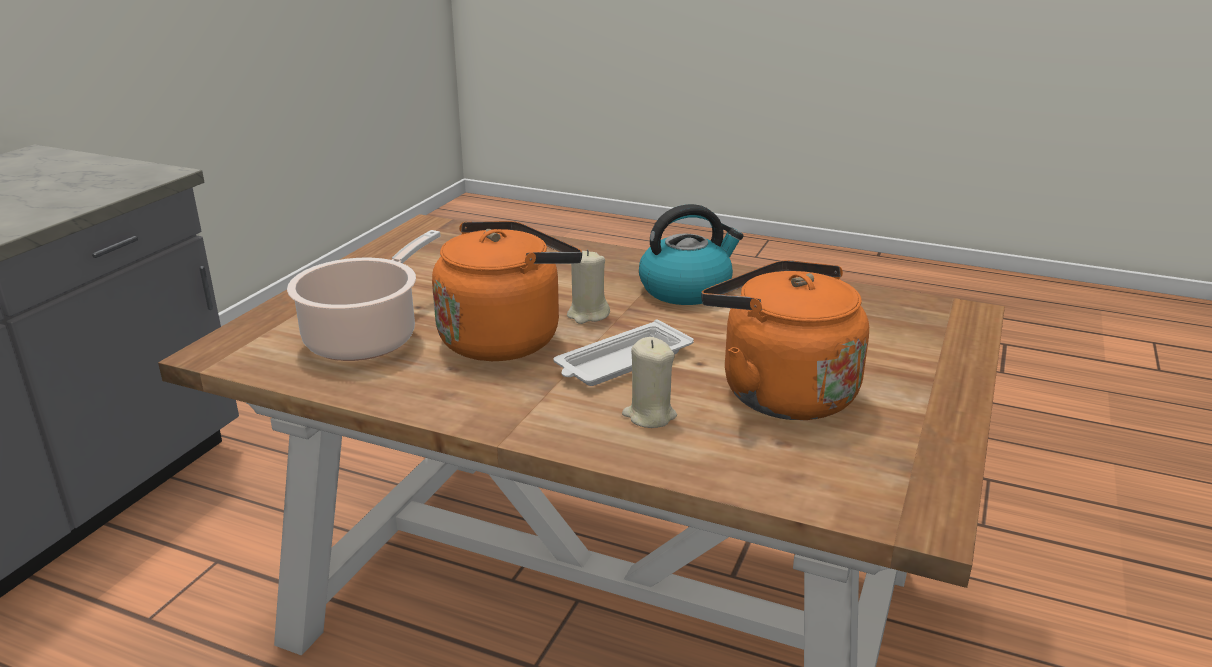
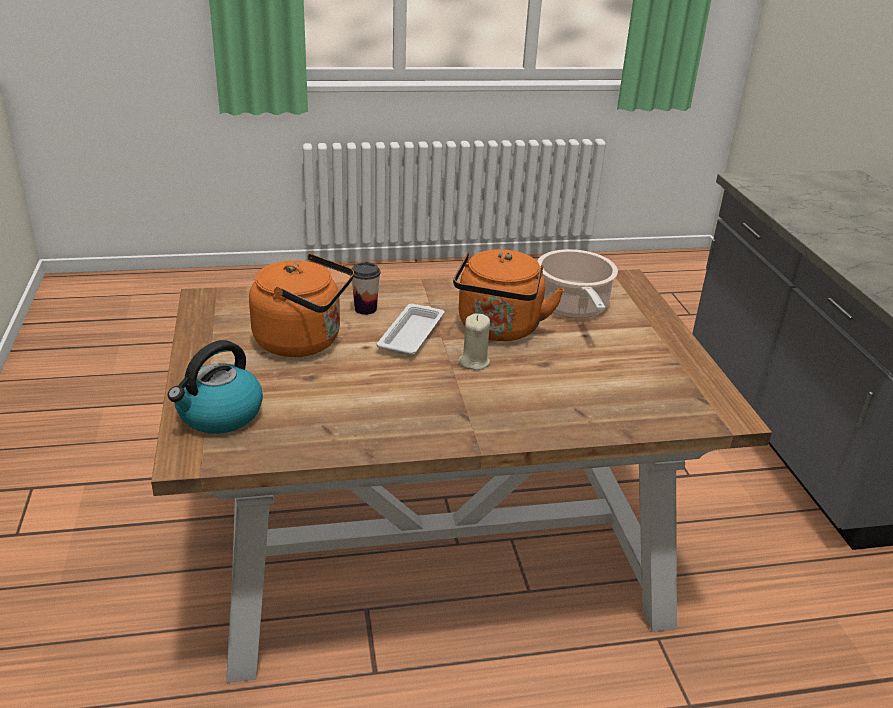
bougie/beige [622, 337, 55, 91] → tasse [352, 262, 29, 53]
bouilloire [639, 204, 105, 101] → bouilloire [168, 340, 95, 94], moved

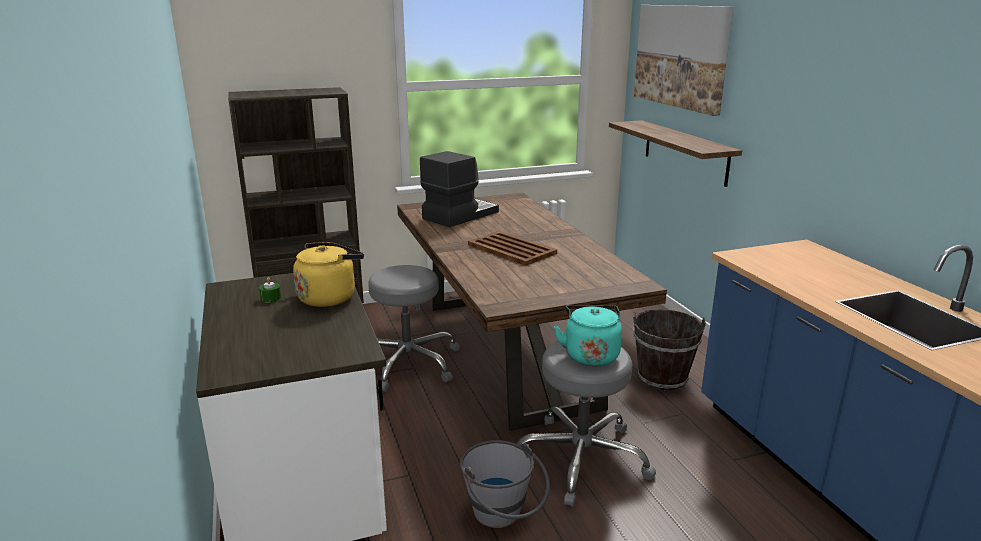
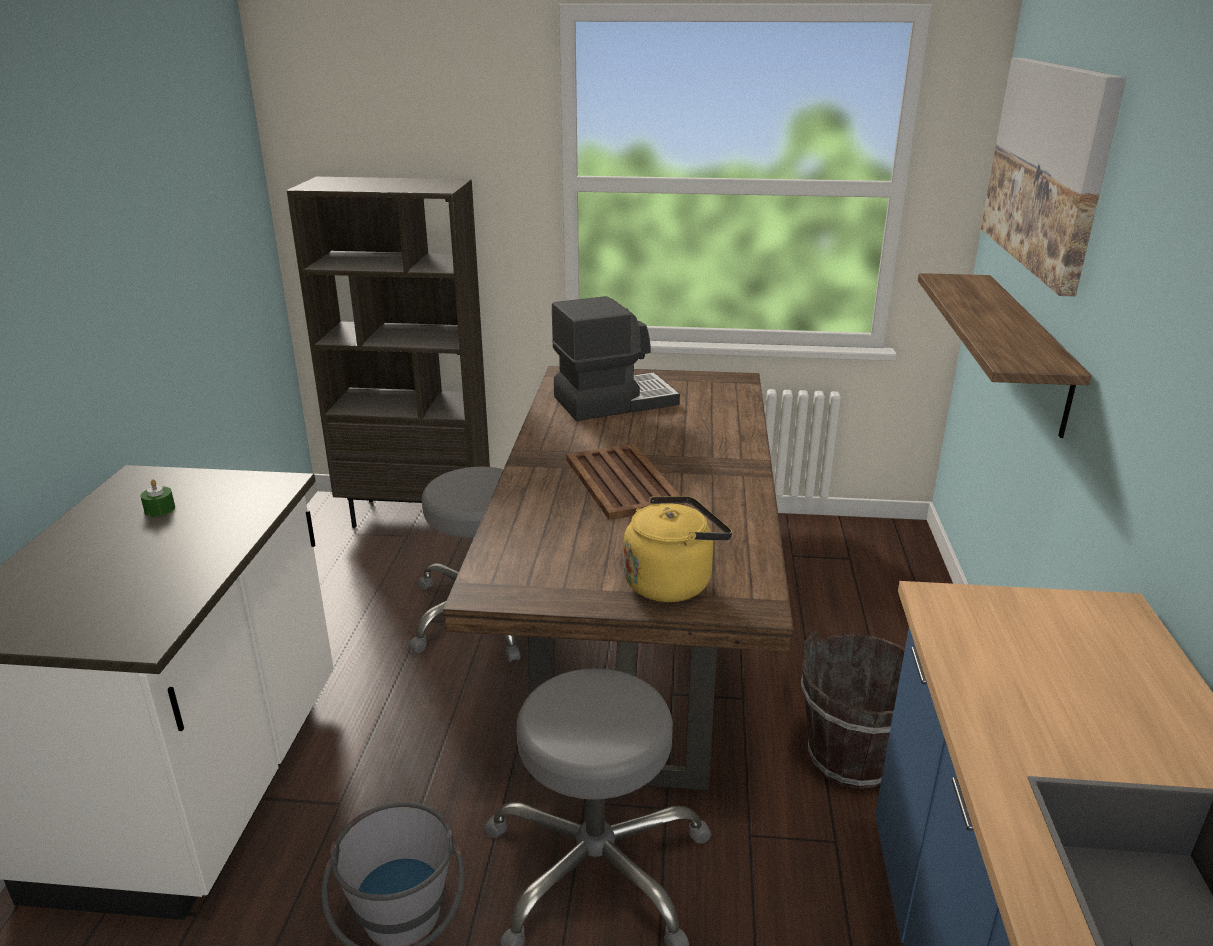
bouilloire/jaune [293, 242, 71, 65] → bouilloire/jaune [623, 496, 109, 106], moved
bouilloire/turquoise [554, 305, 68, 61] → -

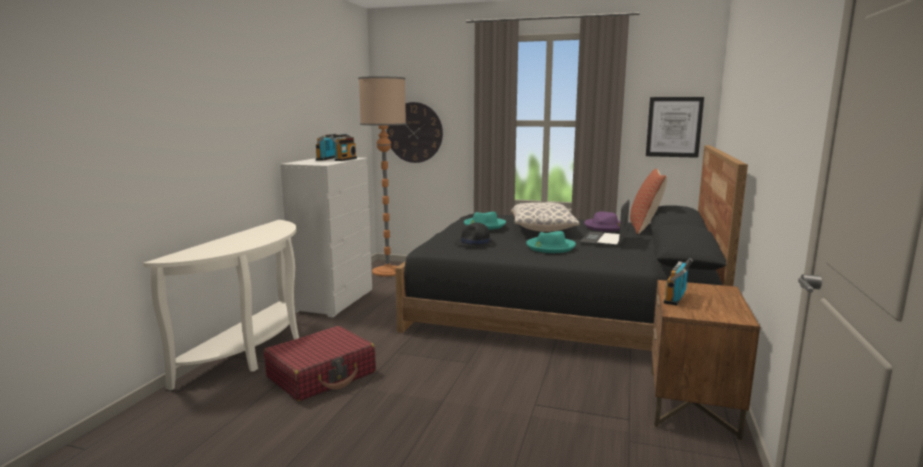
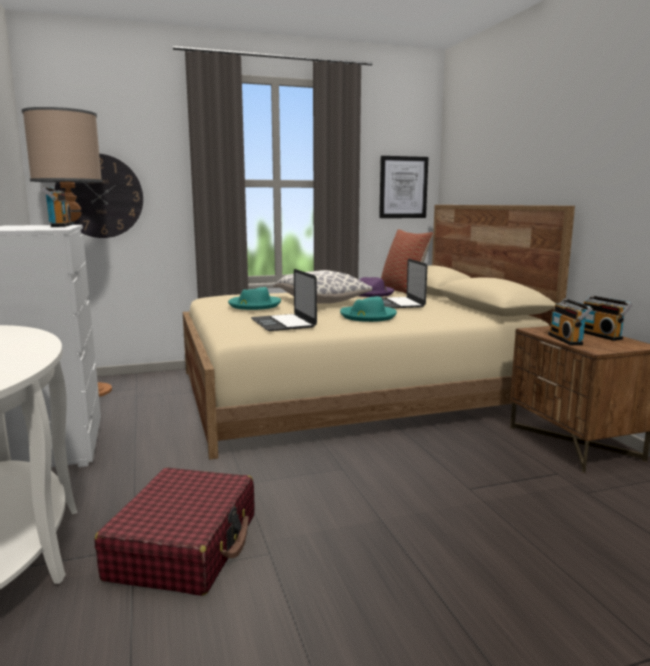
radio [316, 134, 21, 27] → radio [581, 295, 51, 46], moved
lit/noir [395, 145, 353, 206] → lit/beige [183, 205, 392, 255]
chapeau/noir [455, 222, 41, 24] → ordinateur portable [251, 269, 66, 62]

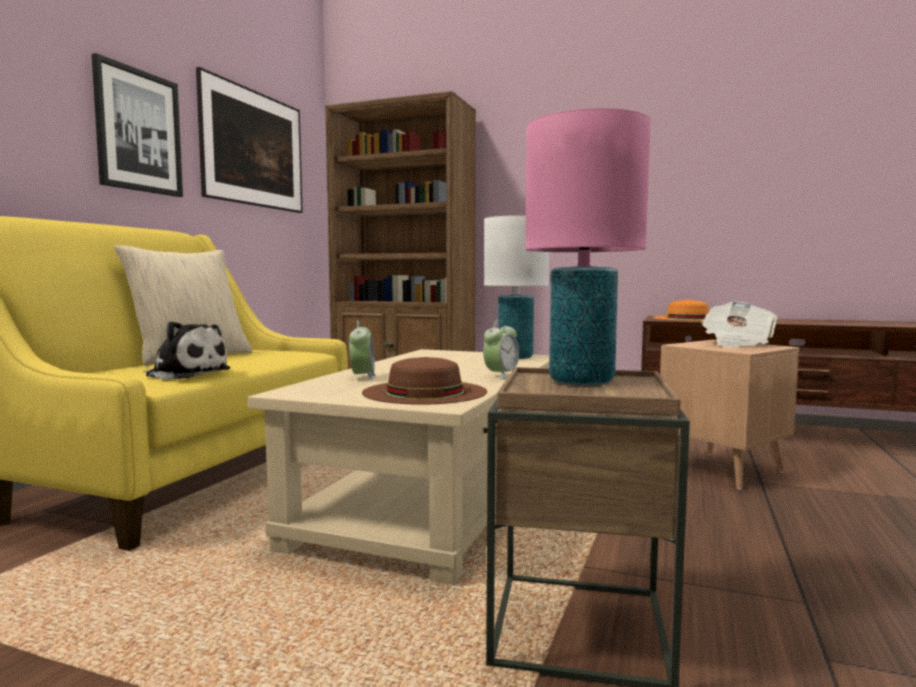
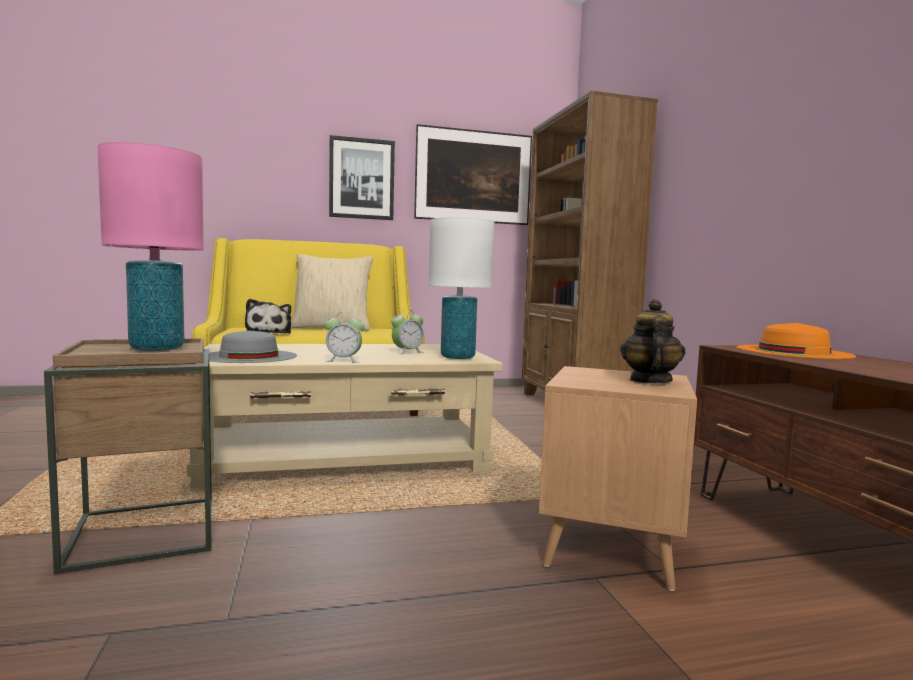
réveil [349, 321, 26, 60] → réveil [391, 309, 33, 45], moved
chapeau/marron [362, 357, 125, 48] → chapeau/gris [209, 331, 88, 32]
journal [701, 301, 77, 47] → théière [620, 299, 65, 84]

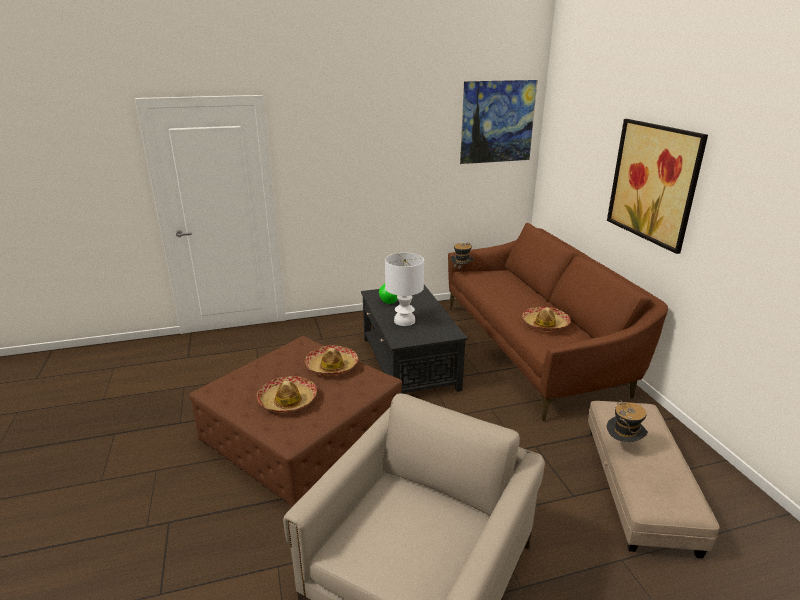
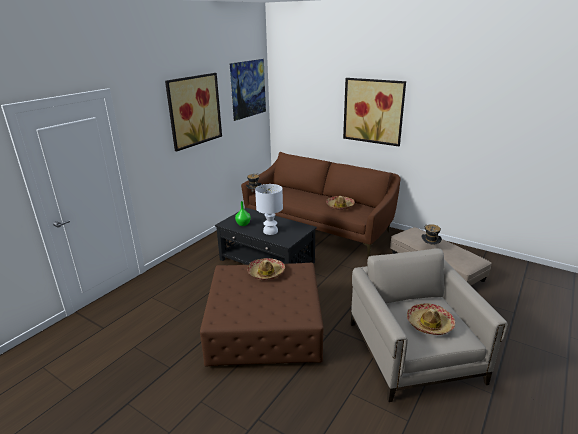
chapeau [257, 376, 60, 37] → chapeau [407, 303, 48, 32], moved
- → tableau [165, 73, 57, 78]

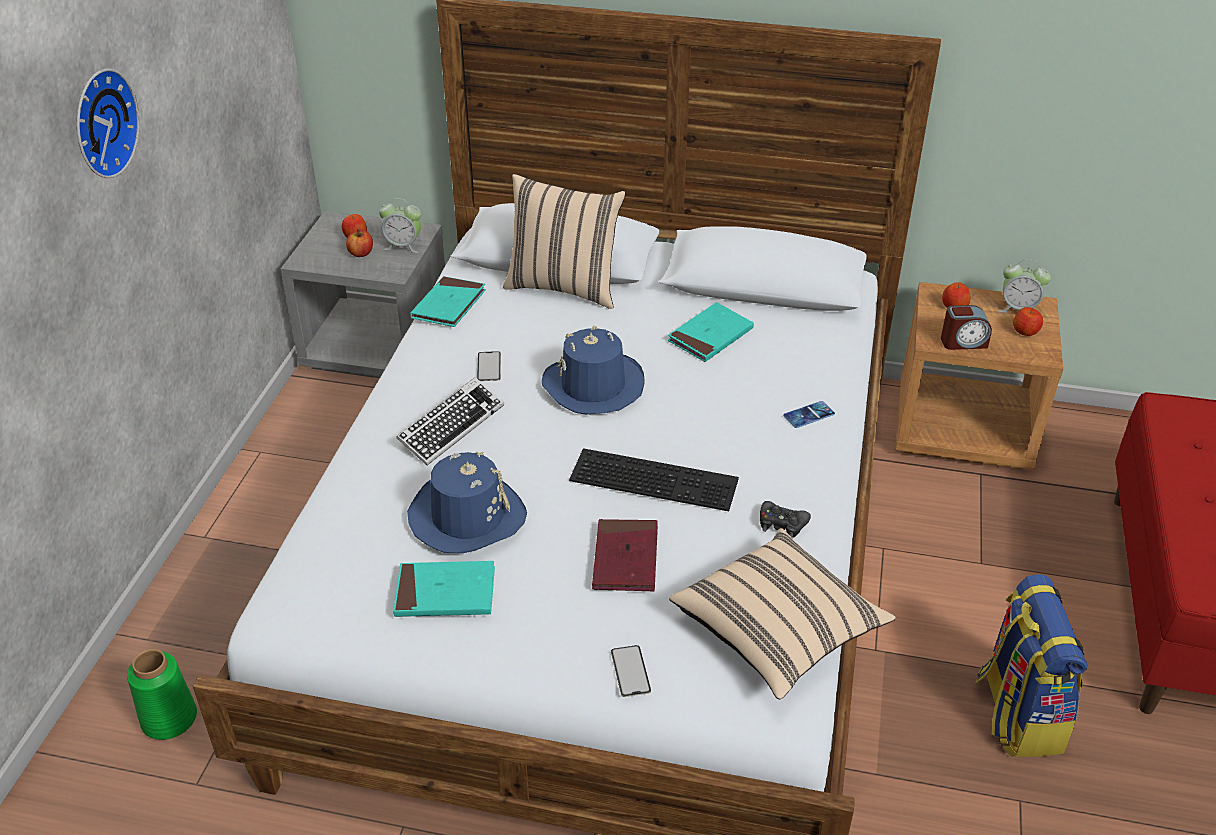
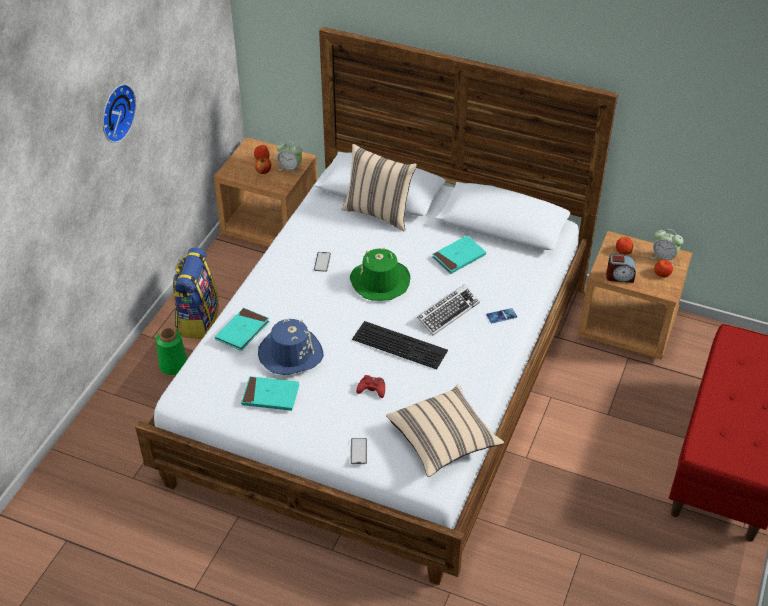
vase/vert [127, 649, 70, 91] → vase/vert [156, 328, 31, 47], moved
table de chevet/gris [280, 211, 165, 167] → table de chevet/marron [214, 137, 104, 110]
clavier [396, 377, 108, 88] → clavier [417, 284, 63, 51], moved
livre/turquoise [410, 276, 76, 51] → livre/turquoise [215, 308, 55, 43], moved
chapeau/bleu [542, 325, 102, 90] → chapeau/vert [350, 247, 60, 54]
livre/rouge [592, 519, 66, 72] → manette/rouge [356, 375, 29, 23]
manette/noir [760, 501, 51, 37] → -
sac à dos [975, 574, 112, 183] → sac à dos [172, 248, 47, 91], moved

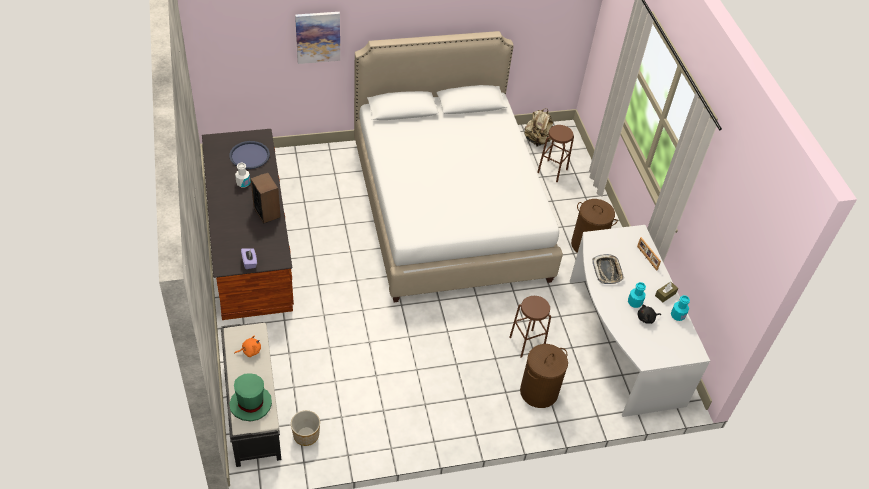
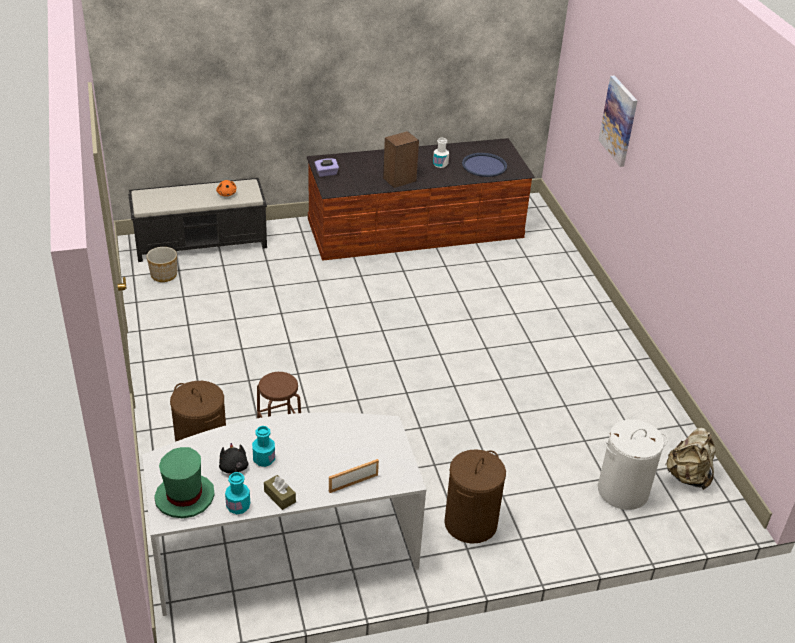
chapeau/vert [229, 373, 43, 48] → chapeau/vert [154, 447, 61, 71], moved
lit/blanc [354, 31, 209, 271] → -
tabouret/marron [537, 125, 37, 57] → panier à linge/blanc [598, 419, 70, 91]
plateau [592, 254, 32, 30] → -

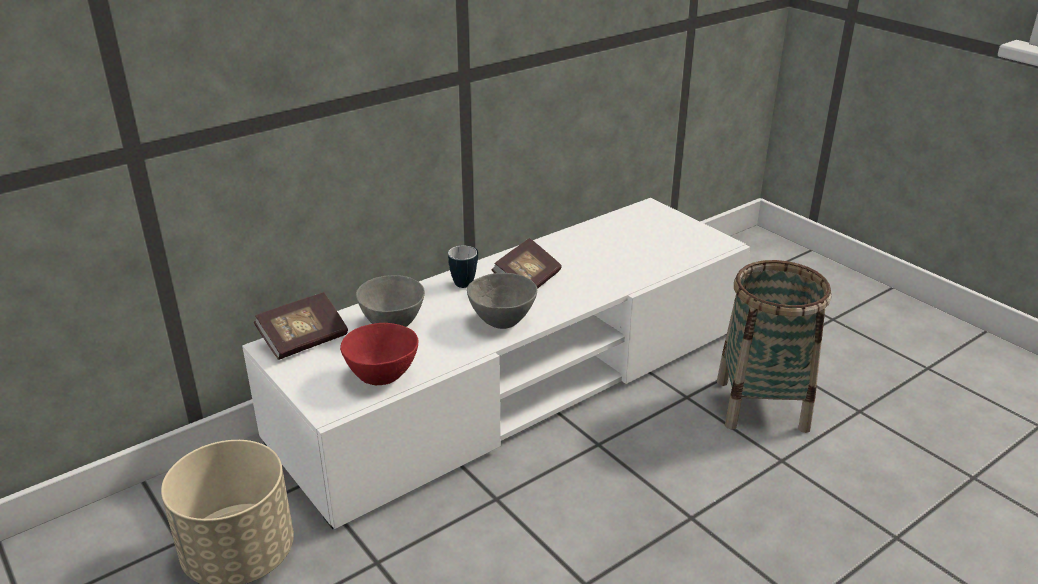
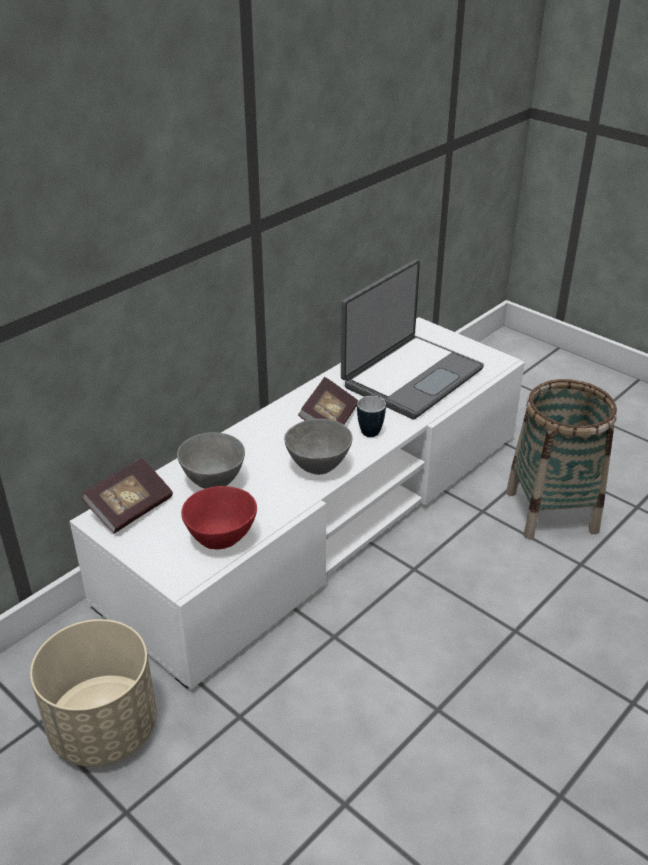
mug [448, 245, 30, 43] → mug [357, 396, 29, 41], moved
- → ordinateur portable [341, 259, 143, 160]

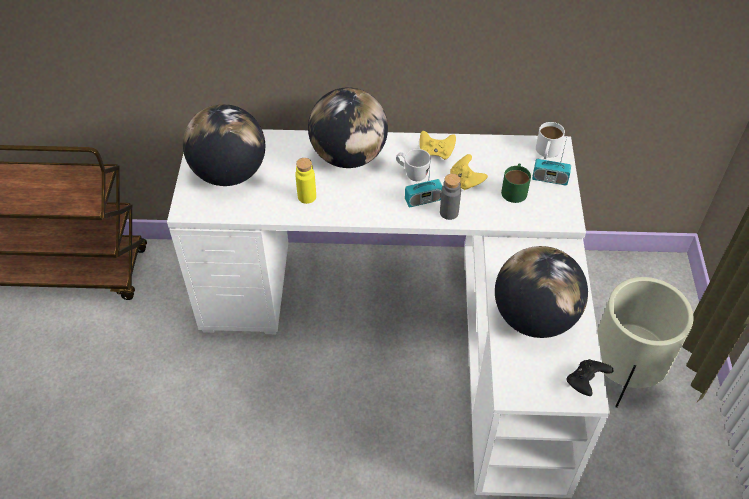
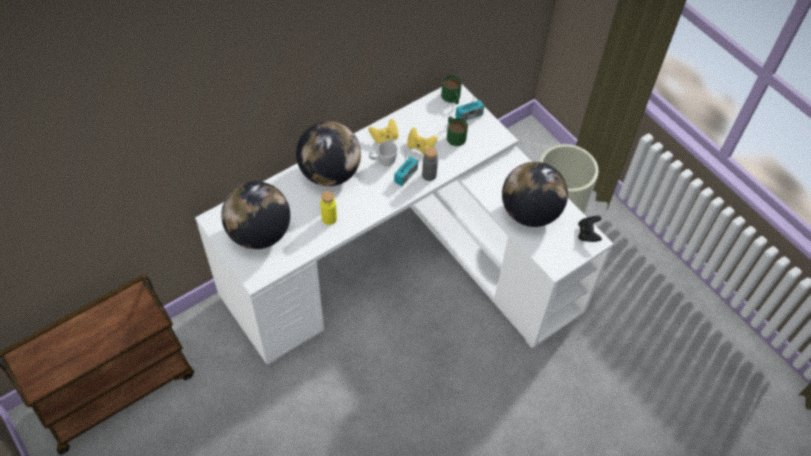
mug/blanc [536, 122, 29, 37] → mug/vert [441, 75, 21, 29]

